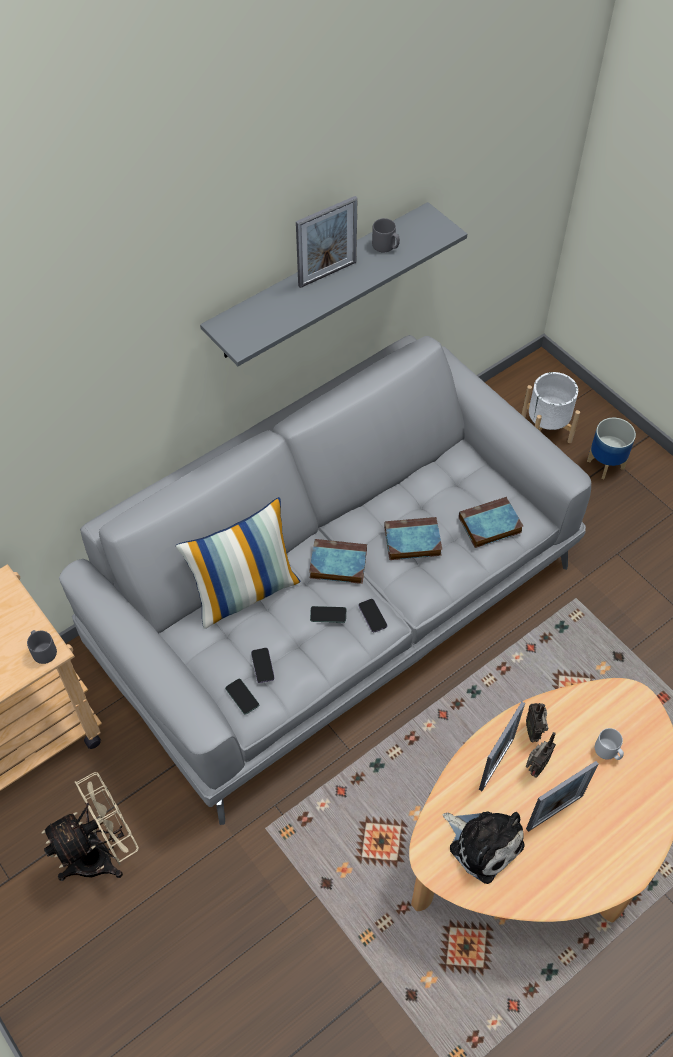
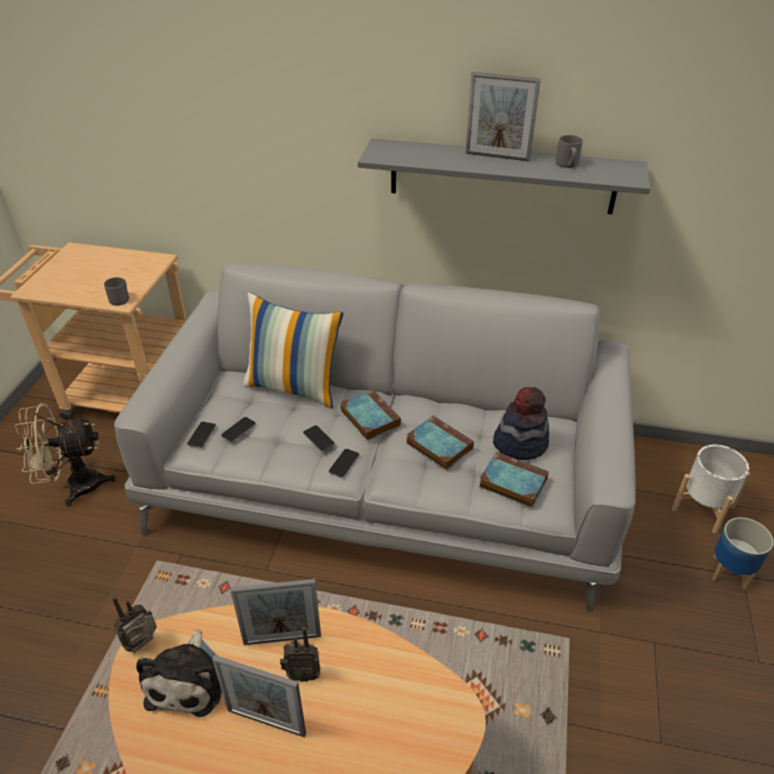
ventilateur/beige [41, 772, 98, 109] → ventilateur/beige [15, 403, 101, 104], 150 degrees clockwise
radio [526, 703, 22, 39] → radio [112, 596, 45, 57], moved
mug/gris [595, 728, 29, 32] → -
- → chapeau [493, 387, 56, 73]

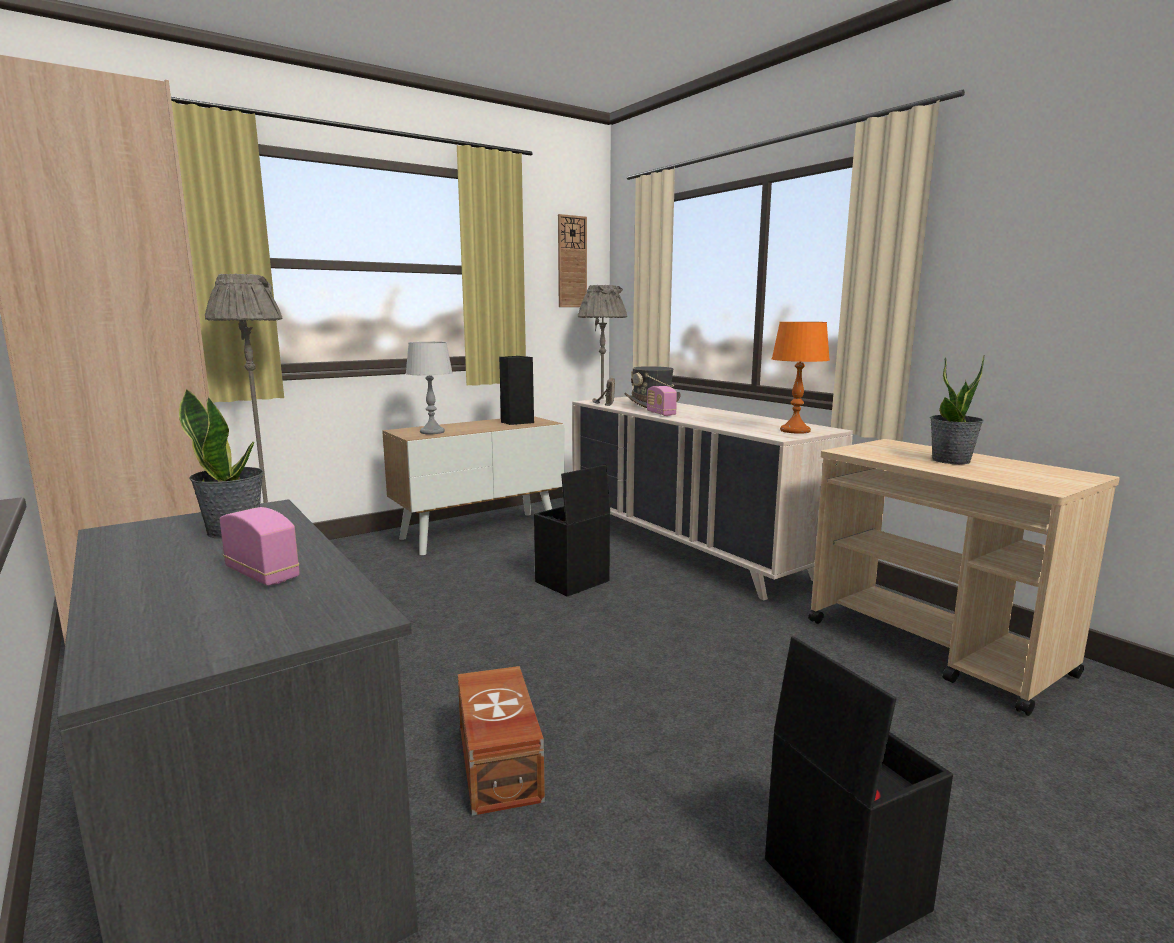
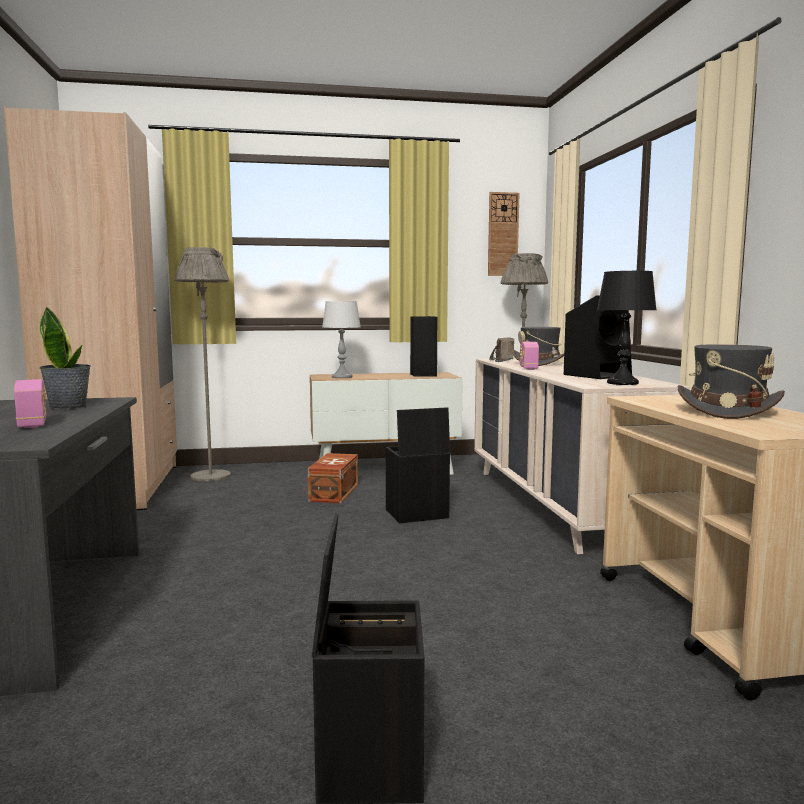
boîte de rangement/marron [458, 666, 87, 150] → boîte de rangement/marron [308, 453, 50, 50], moved
lampe de table/orange [772, 322, 58, 112] → lampe de table/noir [597, 271, 60, 114]
plante en pot [930, 356, 55, 108] → chapeau/gris [678, 344, 107, 75]
- → enceinte/noir [564, 295, 68, 84]

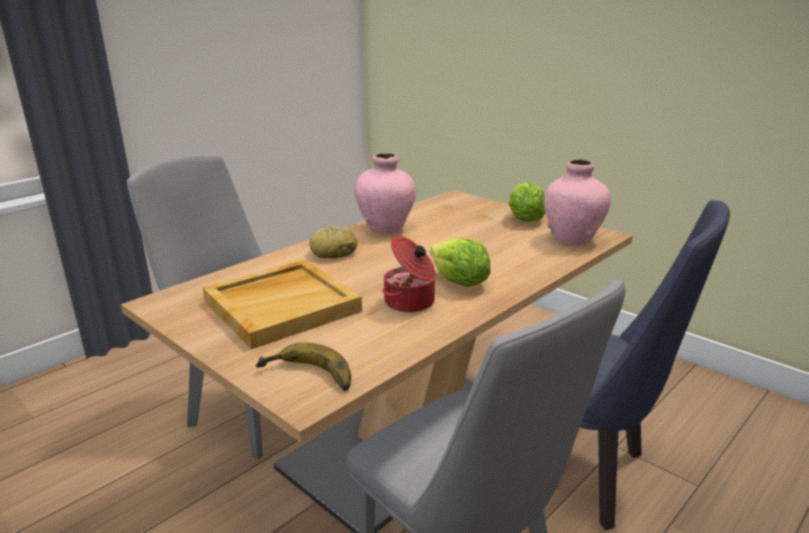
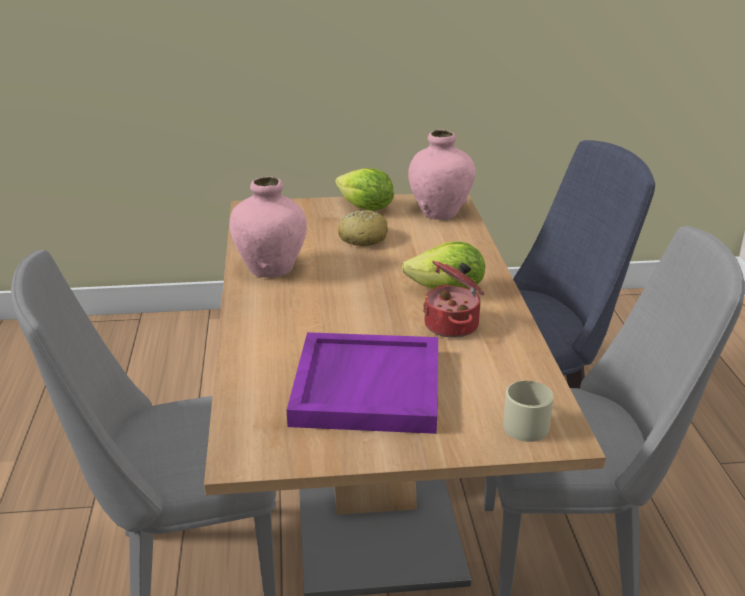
plateau/beige [203, 260, 159, 89] → plateau/violet [287, 332, 151, 102]
banane [256, 342, 95, 49] → mug/beige [503, 381, 51, 61]
pain [309, 226, 48, 32] → pain [338, 210, 50, 36], moved

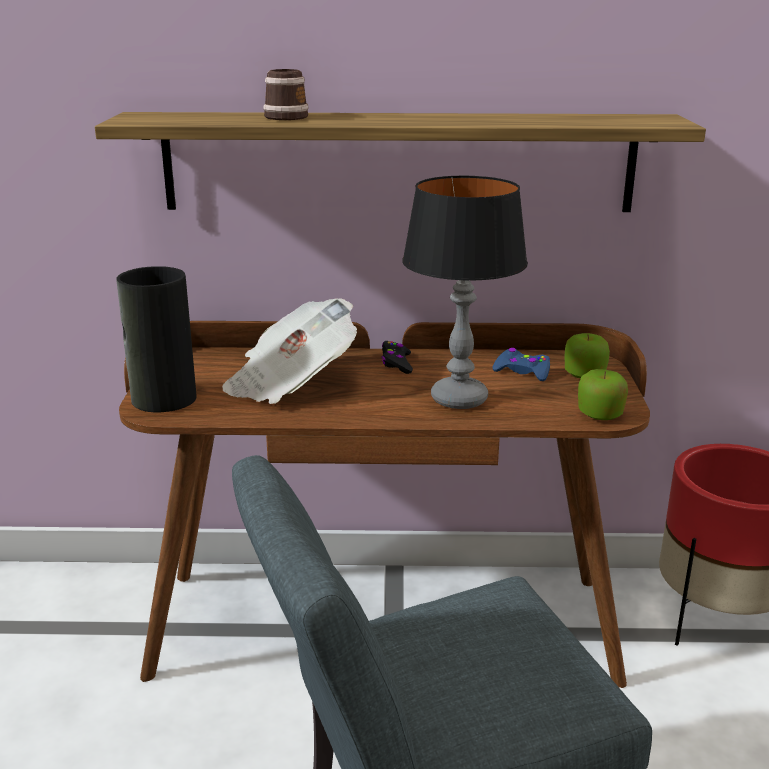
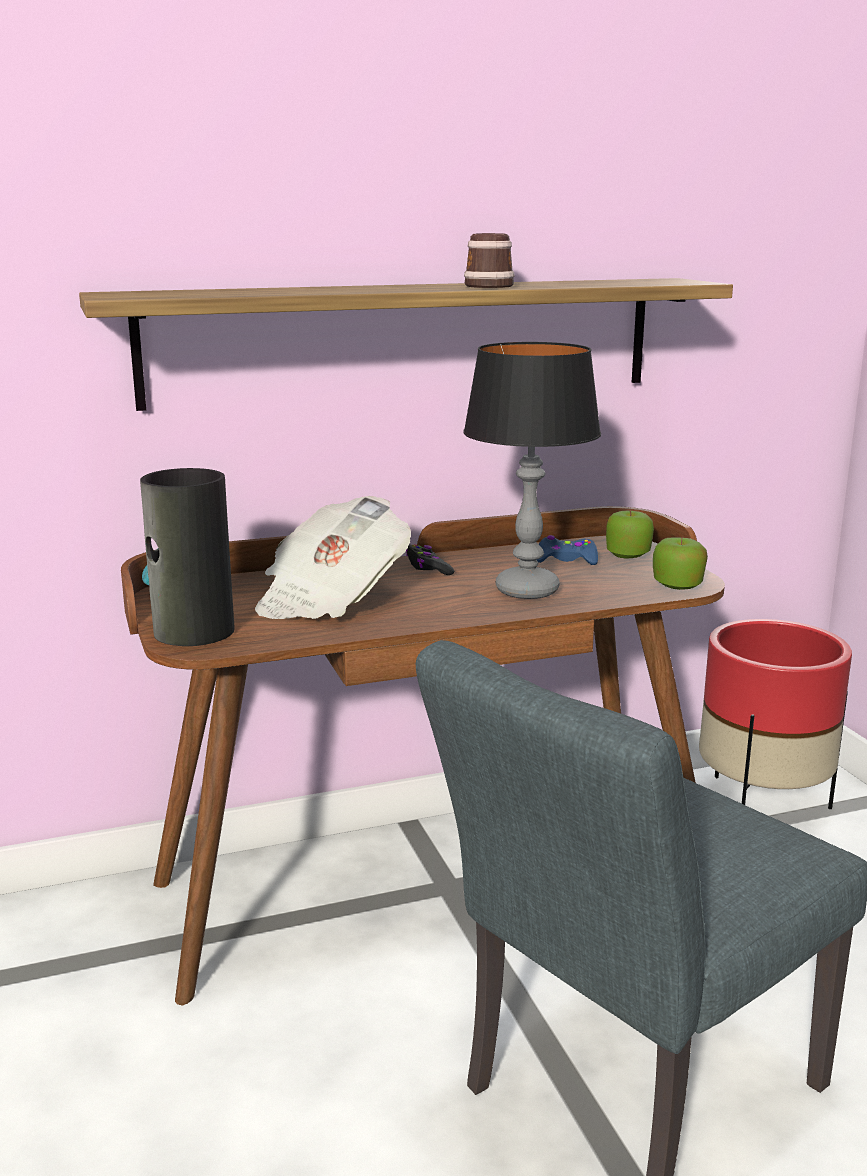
mug [263, 69, 46, 51] → mug [464, 233, 51, 55], moved

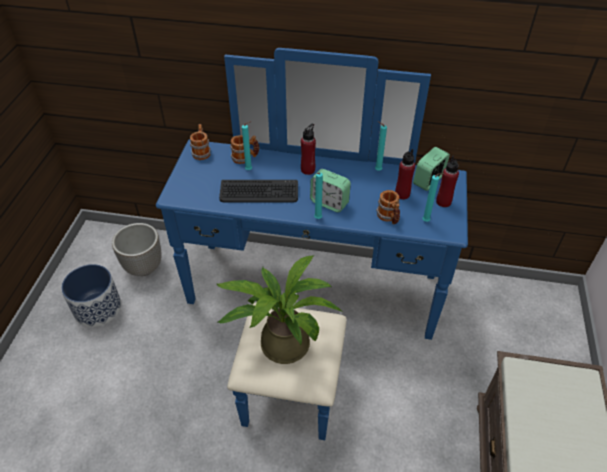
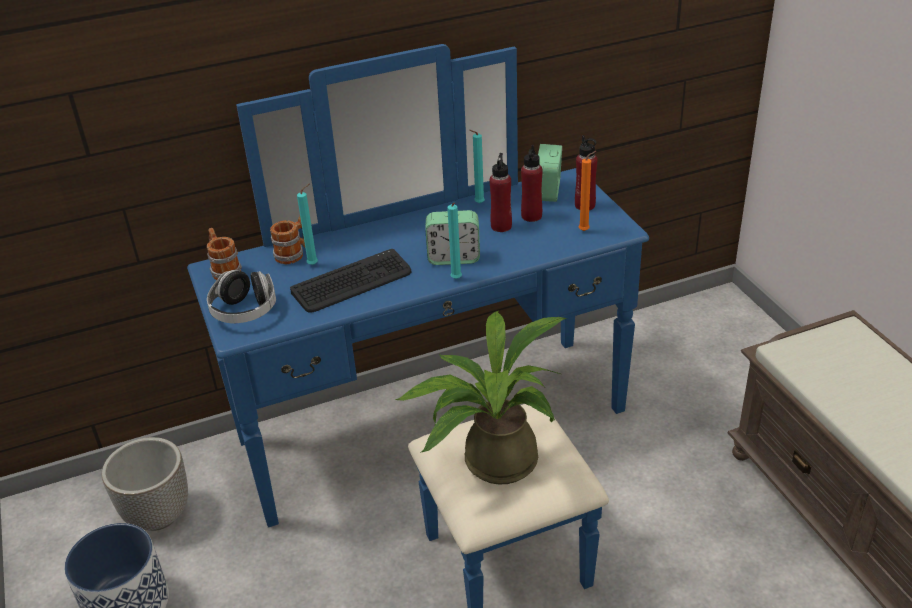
bouteille/rouge [301, 124, 15, 51] → bouteille/rouge [490, 153, 22, 79], moved
mug [376, 190, 24, 35] → -
bougie/turquoise [422, 173, 22, 49] → bougie/orange [579, 151, 17, 80]
- → casque audio [207, 270, 69, 53]

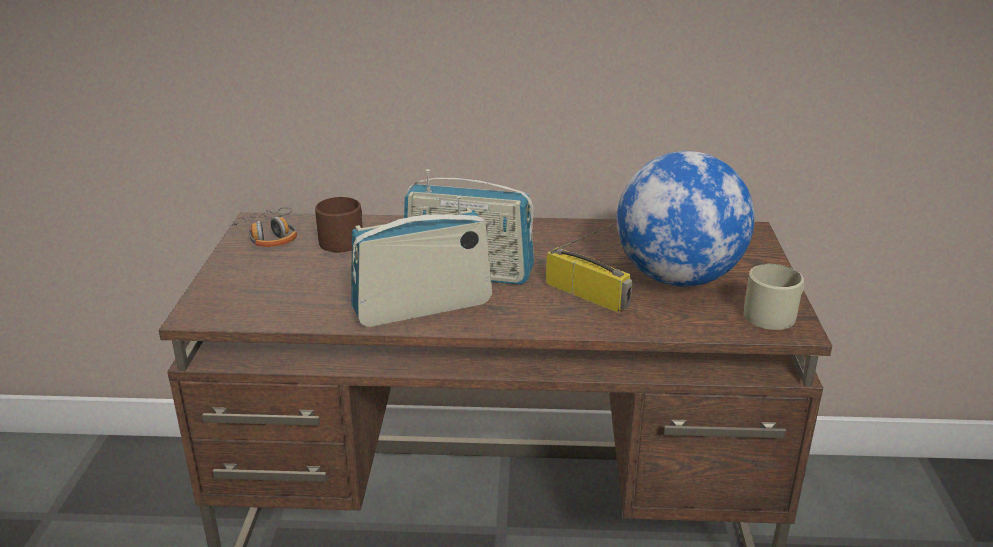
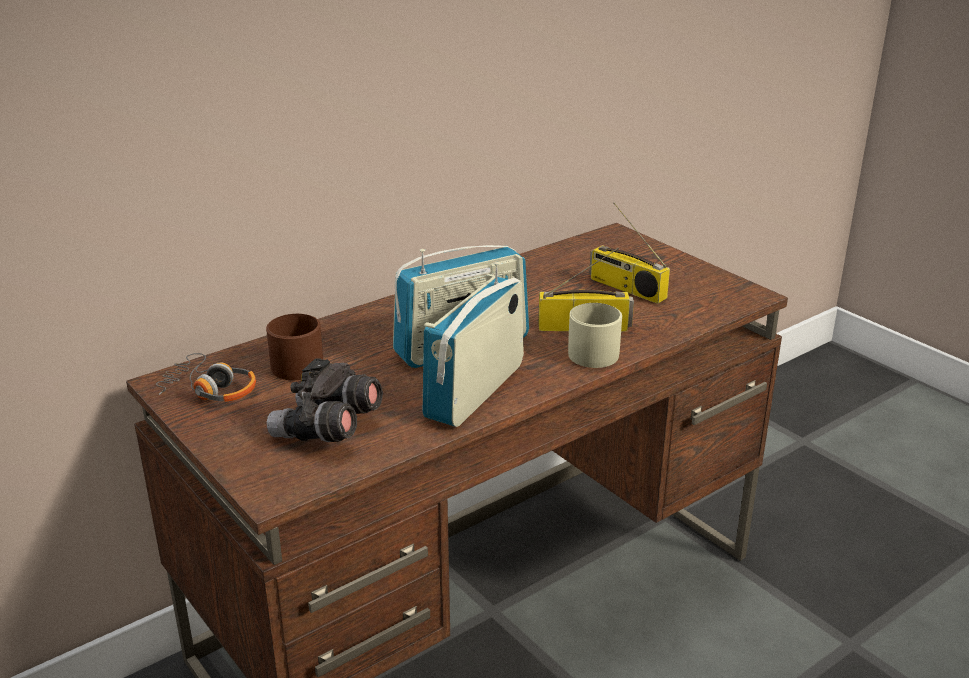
globe [617, 151, 137, 136] → radio [589, 202, 81, 102]
mug/beige [744, 264, 60, 66] → mug/beige [568, 303, 54, 65], moved
- → jumelles/gris [266, 358, 117, 84]

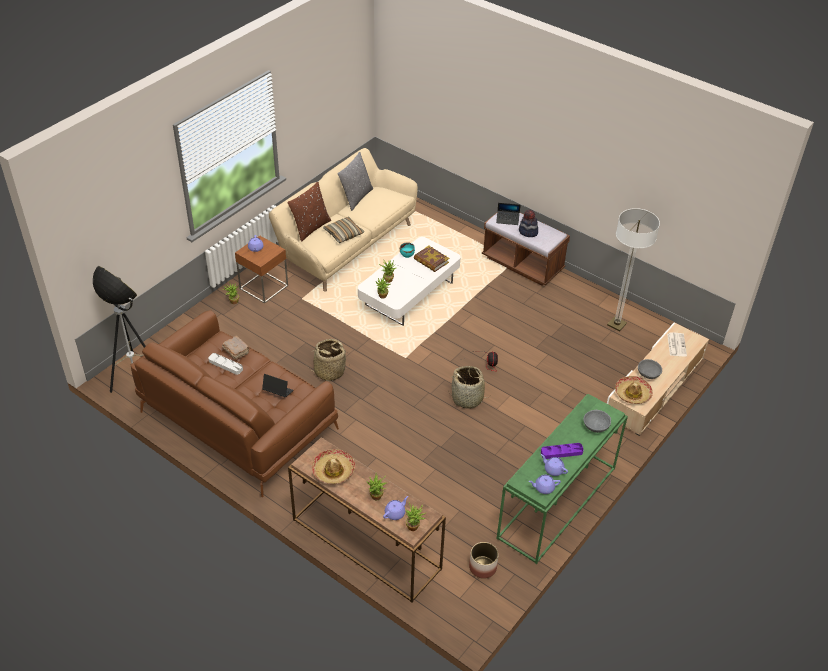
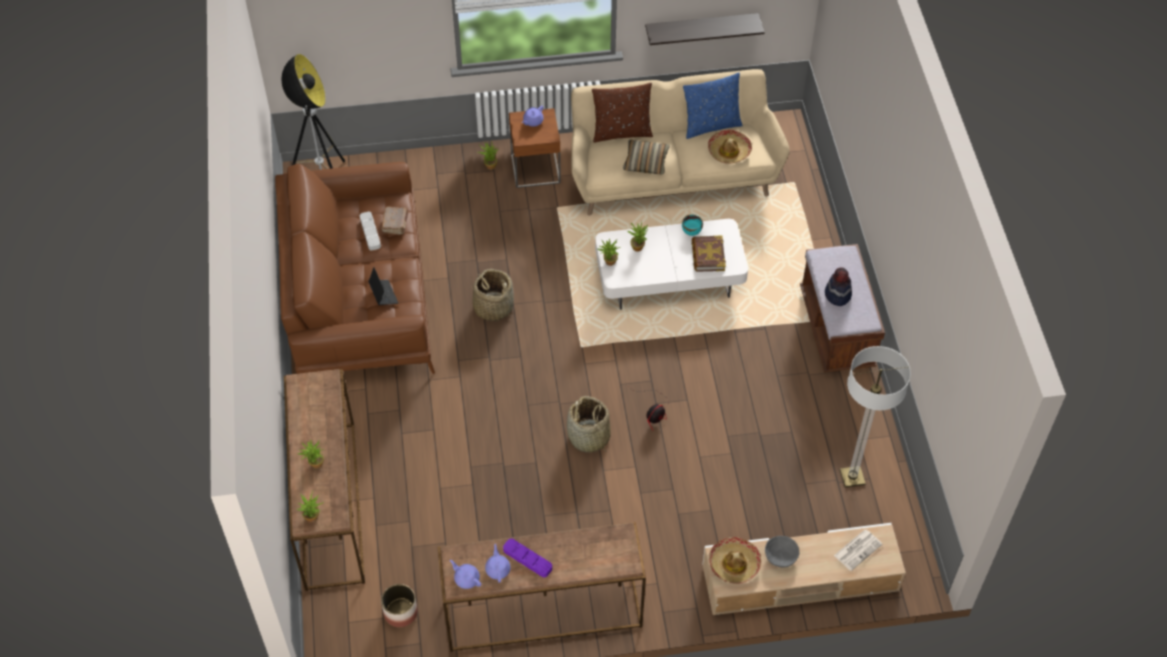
chapeau [312, 449, 43, 35] → chapeau [708, 130, 44, 34], moved
coussin/gris [338, 152, 35, 59] → coussin/bleu [683, 73, 60, 66]
théière/violet [383, 496, 25, 24] → -
ordinateur portable [496, 203, 25, 22] → -
table console/vert [496, 394, 132, 170] → table console/marron [438, 522, 208, 130]
bol/gris [583, 410, 28, 23] → -
- → étagère [645, 13, 120, 32]

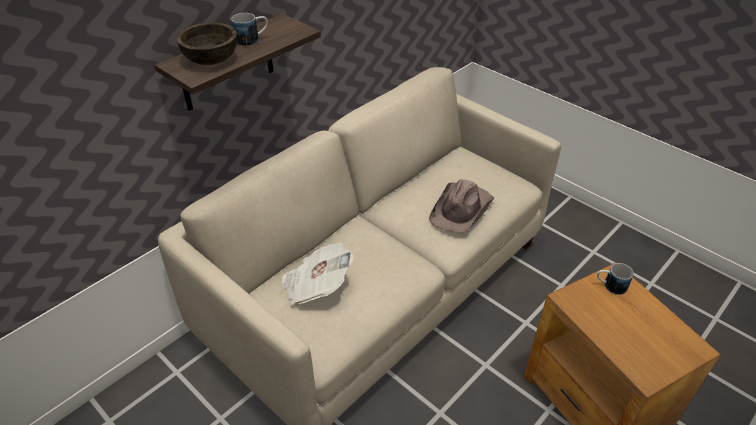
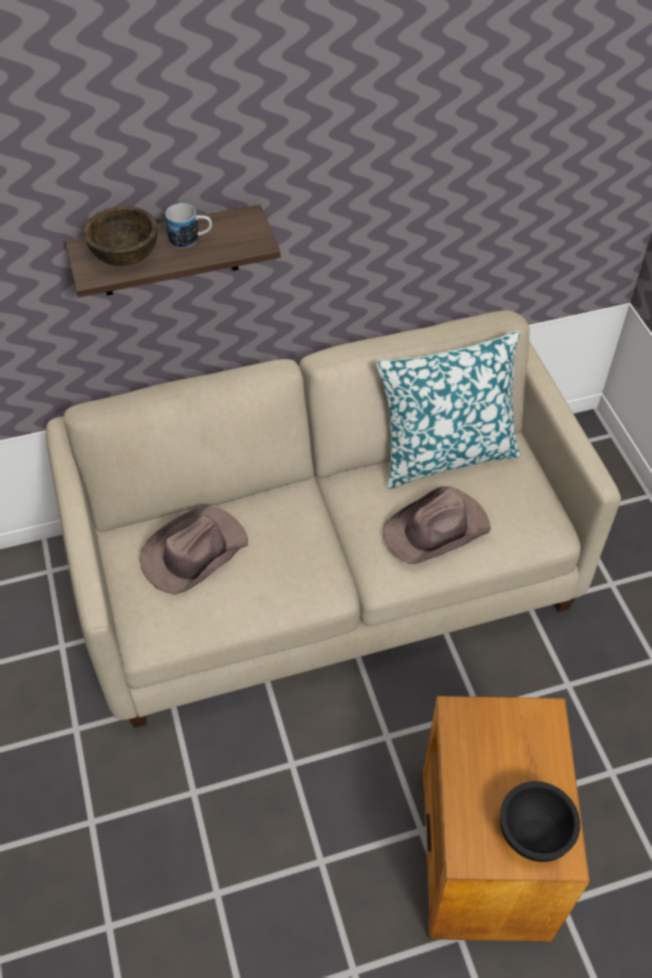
journal [281, 242, 73, 63] → chapeau/marron [140, 506, 108, 89]
mug [597, 263, 37, 32] → -
- → coussin [376, 330, 145, 159]
- → bol/noir [500, 781, 80, 81]

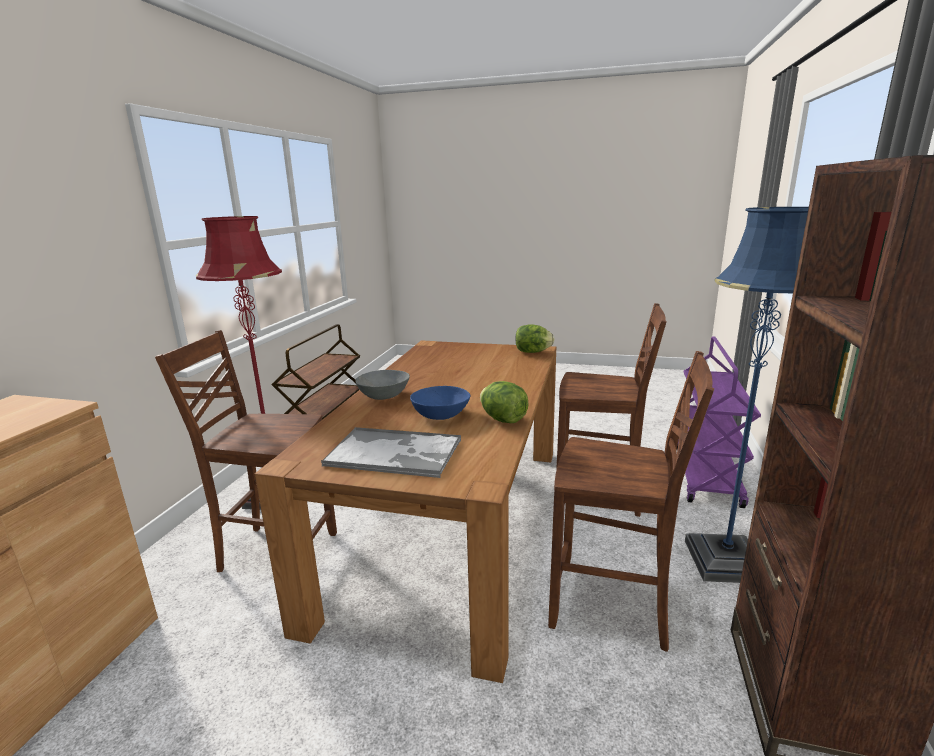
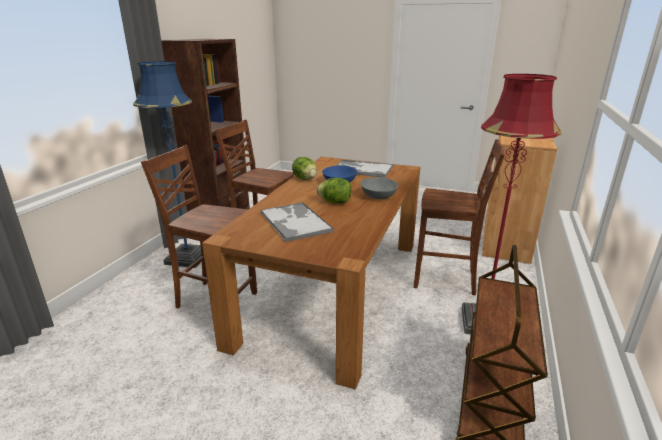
laitue [515, 324, 40, 29] → laitue [317, 178, 34, 26], moved
chariot/violet [677, 337, 84, 171] → -
- → plateau [260, 202, 74, 40]

